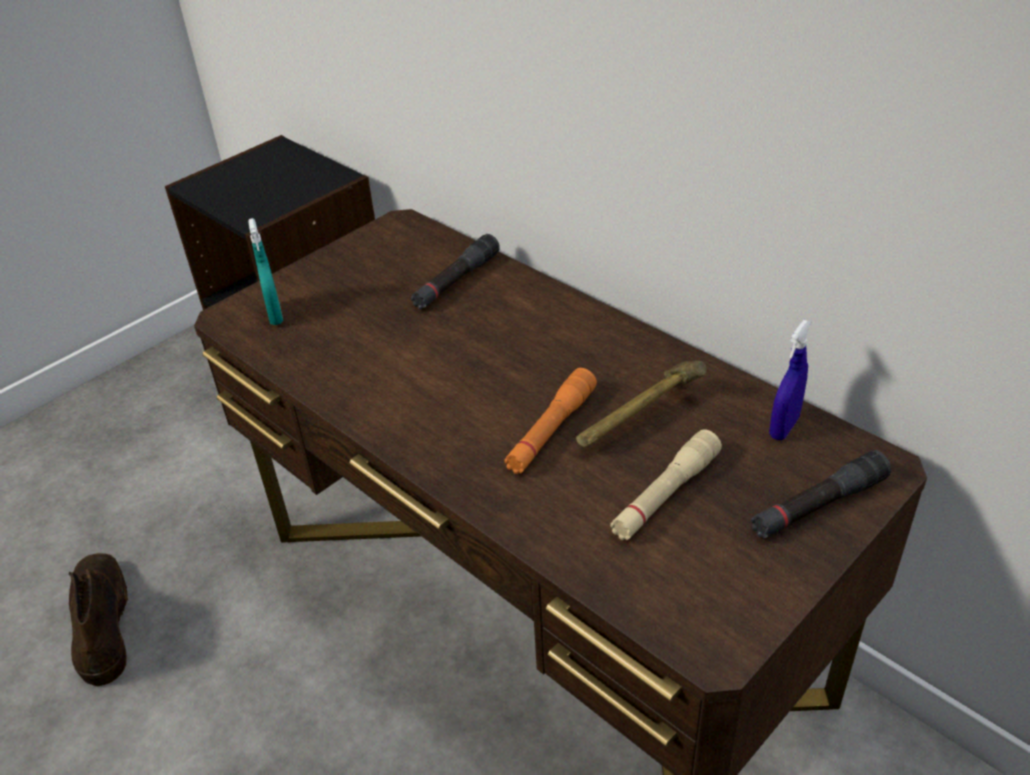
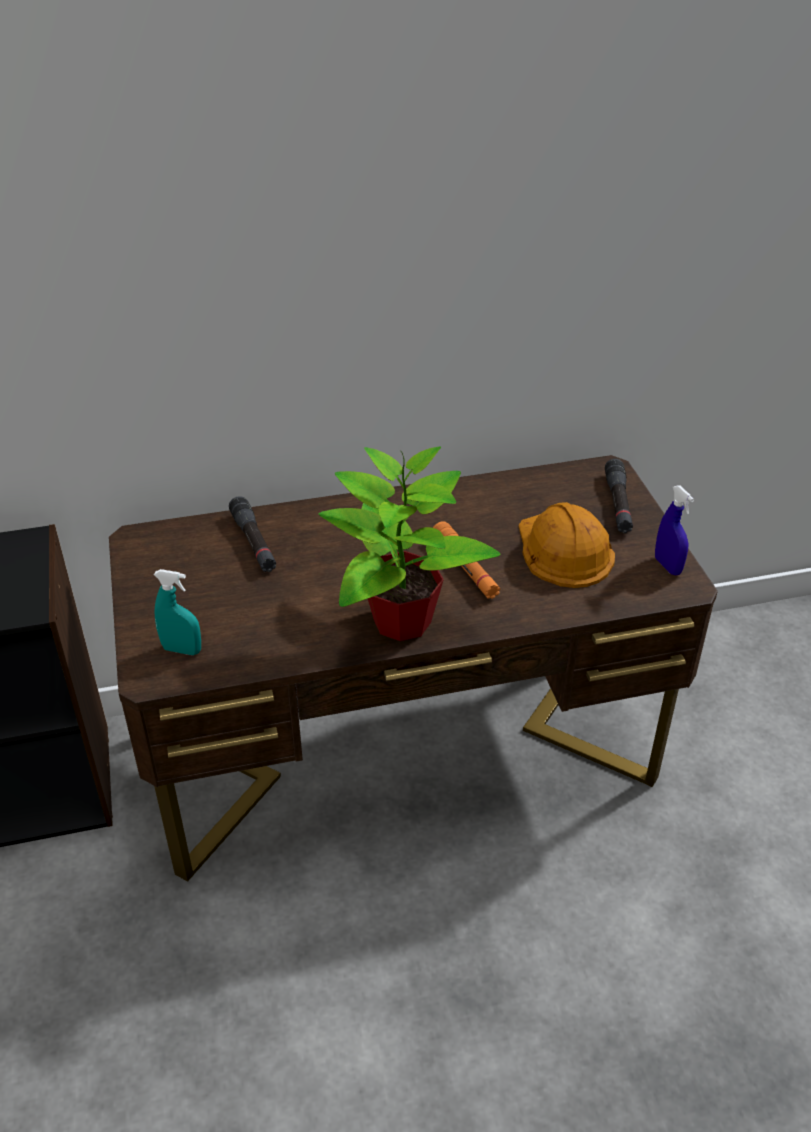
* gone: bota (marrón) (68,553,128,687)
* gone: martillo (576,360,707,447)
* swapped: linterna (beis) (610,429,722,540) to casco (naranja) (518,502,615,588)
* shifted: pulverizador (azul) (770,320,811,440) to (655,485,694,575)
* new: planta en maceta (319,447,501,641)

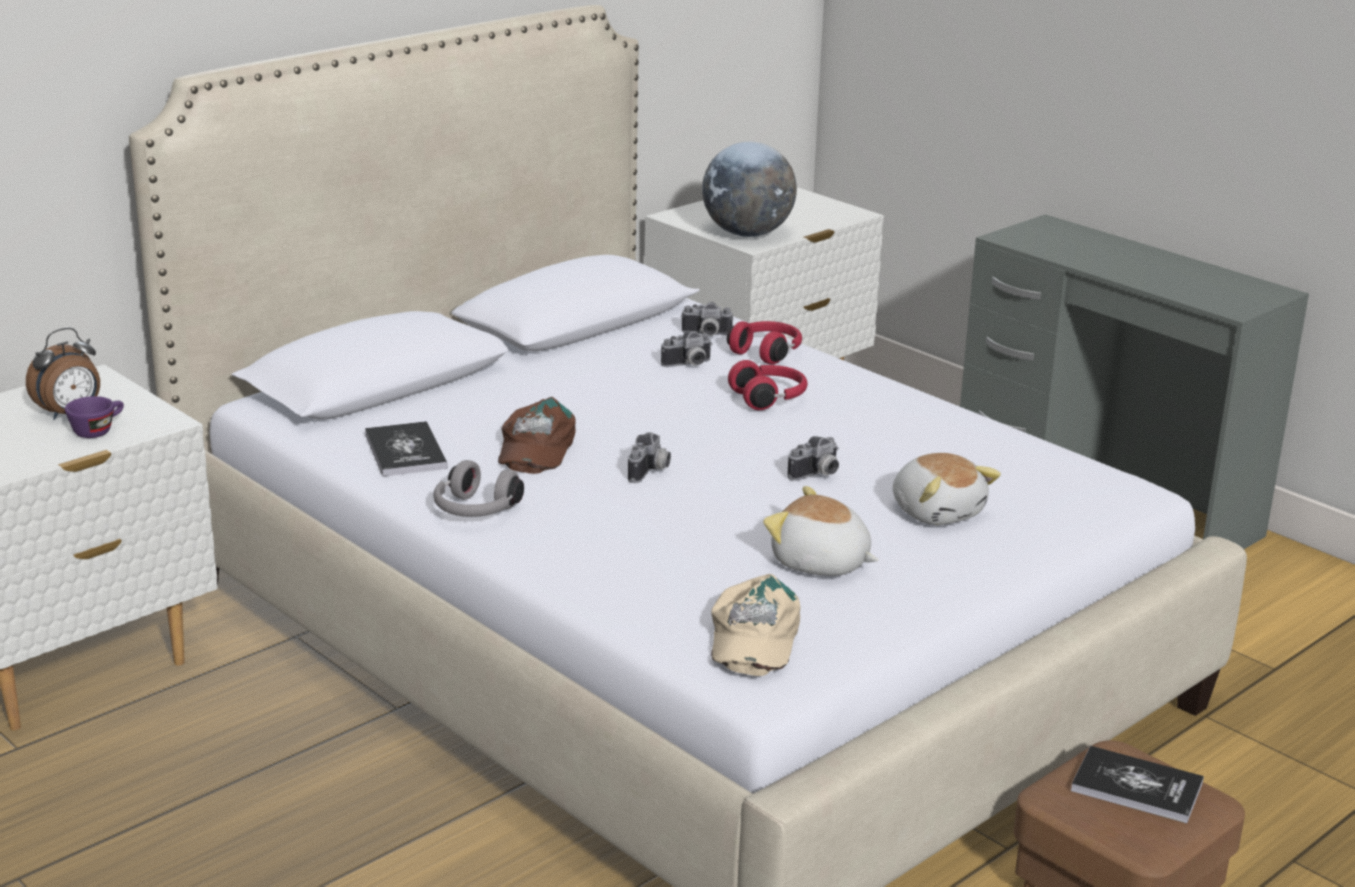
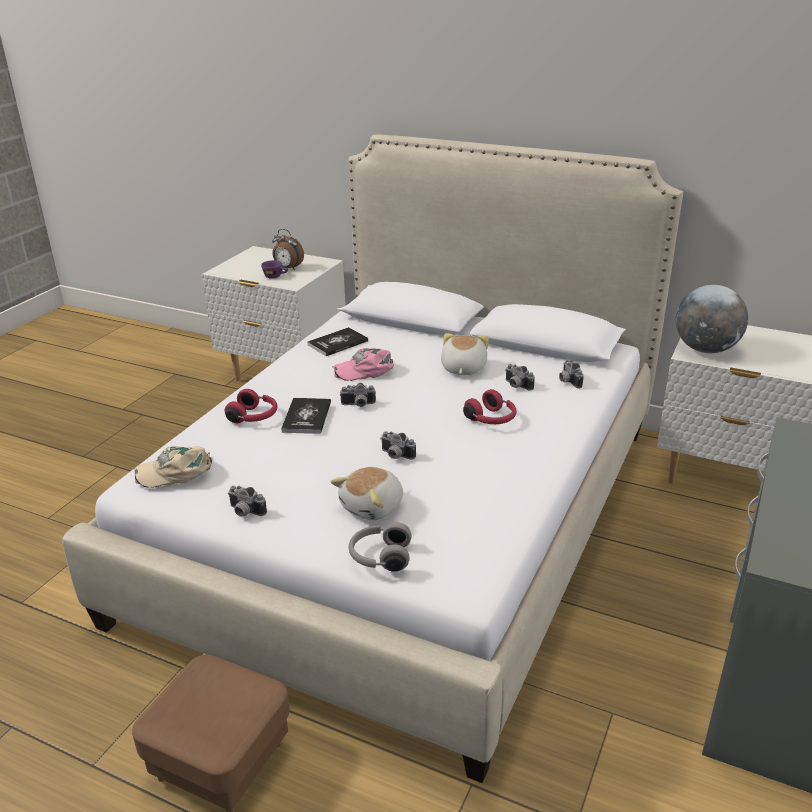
* shifted: auriculares (gris) (433,460,524,517) to (349,522,412,572)
* repainted: gorra (marrón) (498,397,576,474) to gorra (rosa) (333,348,394,381)
* shifted: auriculares (rojo) (727,321,802,365) to (225,389,277,423)
* shifted: peluche (763,486,878,576) to (441,333,489,375)
* shifted: libro (1071,746,1204,823) to (281,398,331,434)
* new: cámara (228,486,267,517)

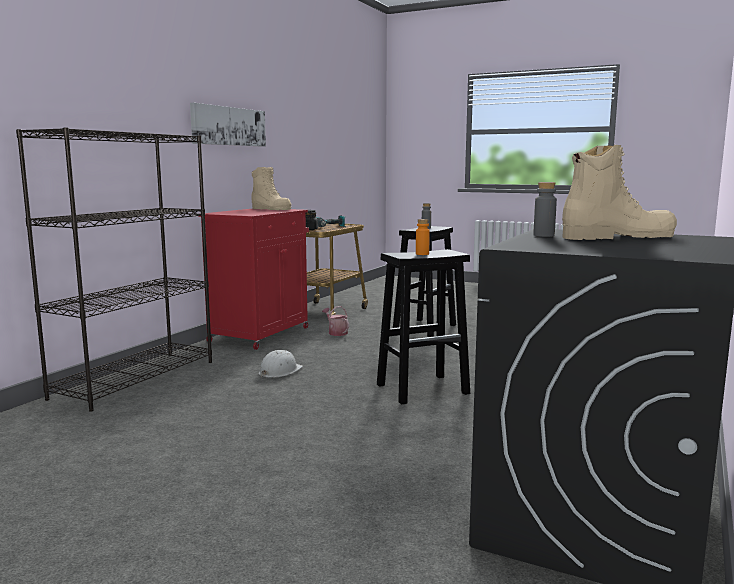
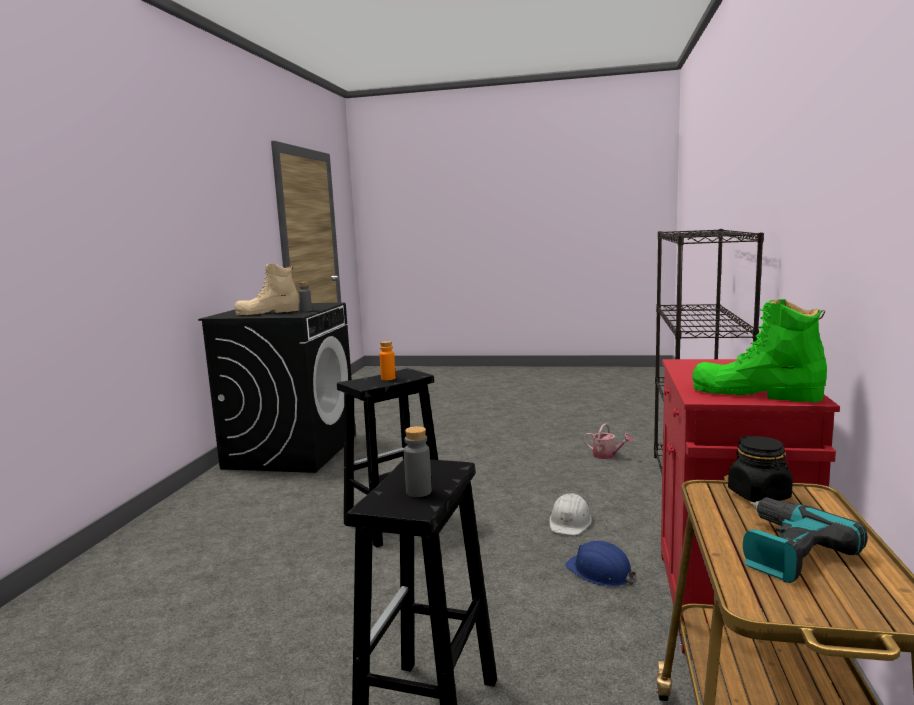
* gone: cuadro (190,103,266,147)
* repainted: bota (beis) (251,167,291,210) to bota (verde) (692,299,827,402)
* shifted: regadera (322,306,349,336) to (584,424,633,459)
* new: casco (azul) (565,541,637,587)

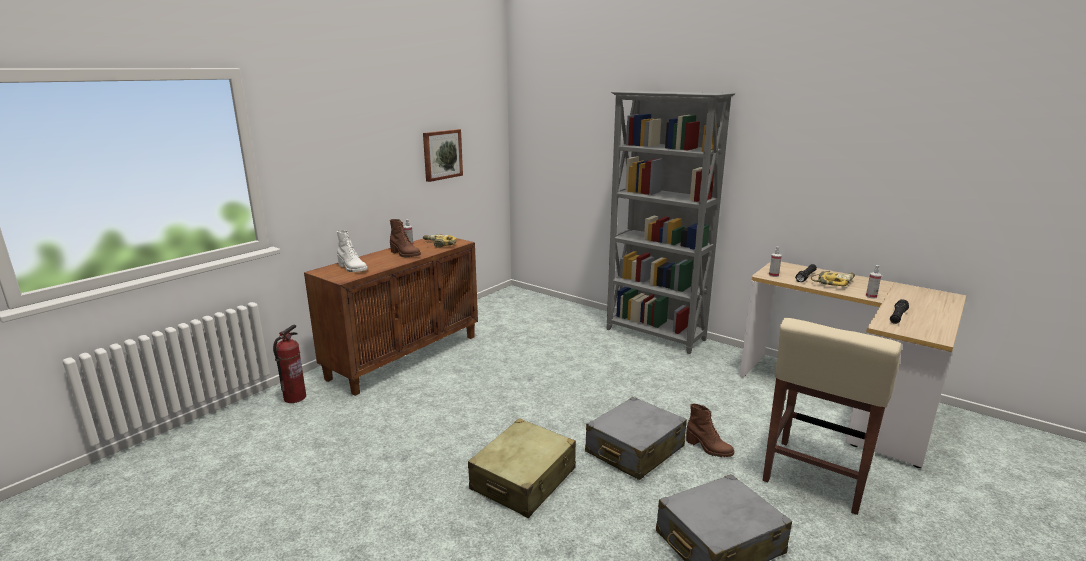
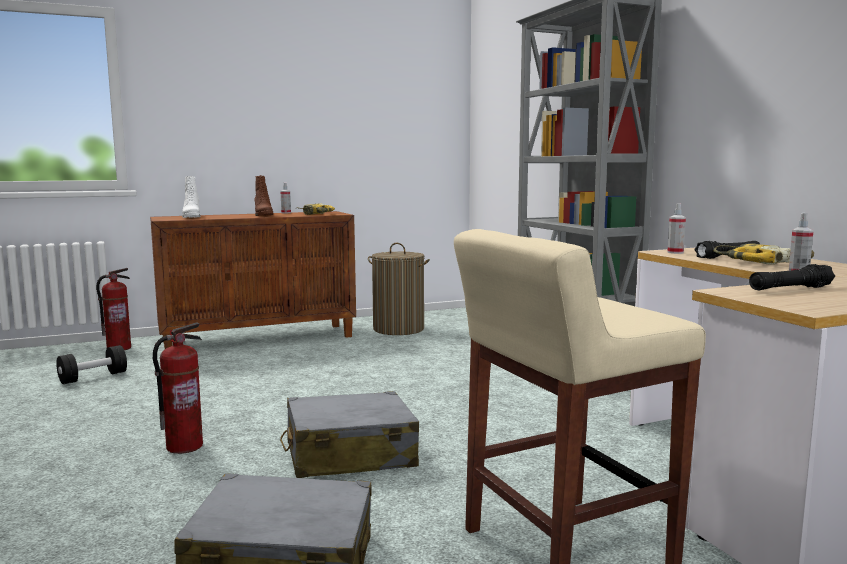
* gone: cuadro (423,129,463,182)
* swapped: maleta (beis) (468,419,576,518) to extintor (153,323,203,454)
* gone: bota (marrón) (686,404,734,457)
* new: mancuerna (negro) (56,345,127,384)
* new: cesto de la ropa (368,243,430,335)

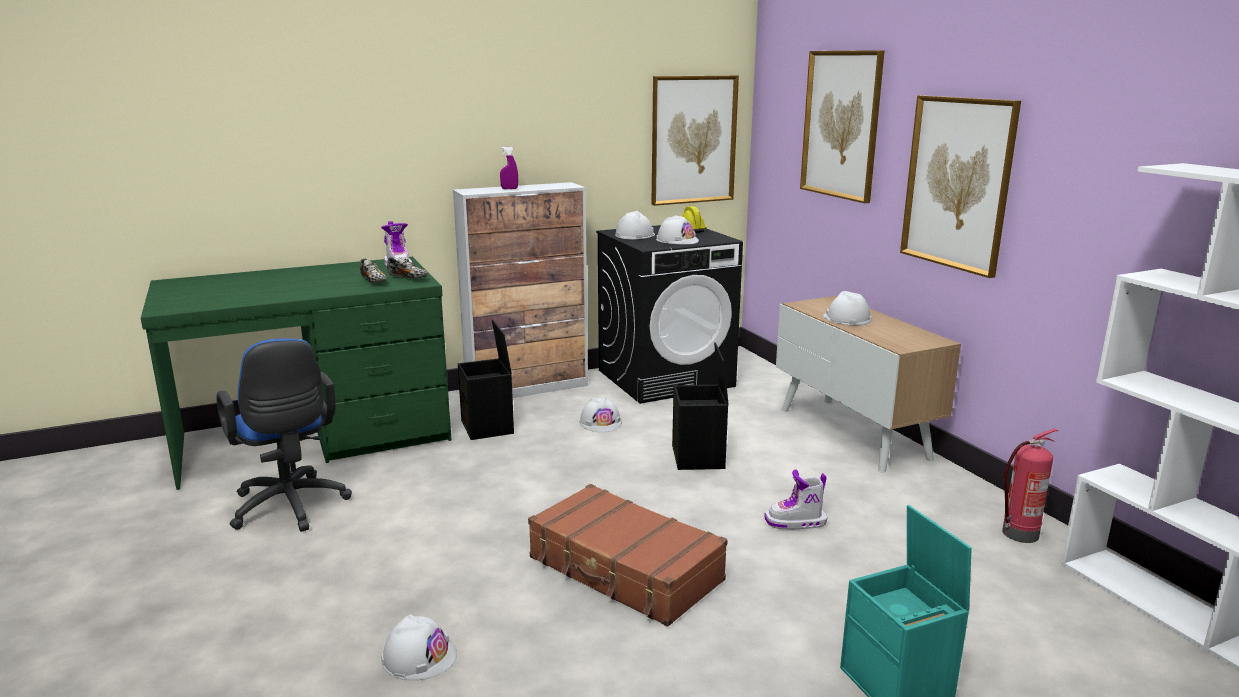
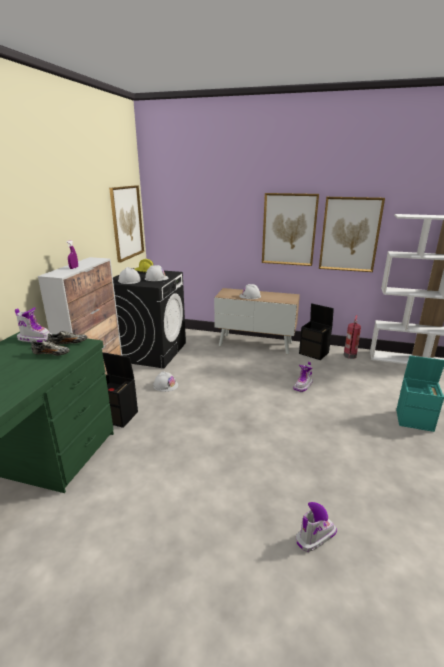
* gone: silla de oficina (azul) (217,339,352,532)
* swapped: casco (blanco) (381,614,457,680) to bota (296,502,337,552)
* gone: maleta (marrón) (528,484,728,627)
* shifted: caja de almacenaje (negro) (672,342,728,470) to (299,303,334,360)
* shifted: cuadro (800,50,885,203) to (319,197,385,272)

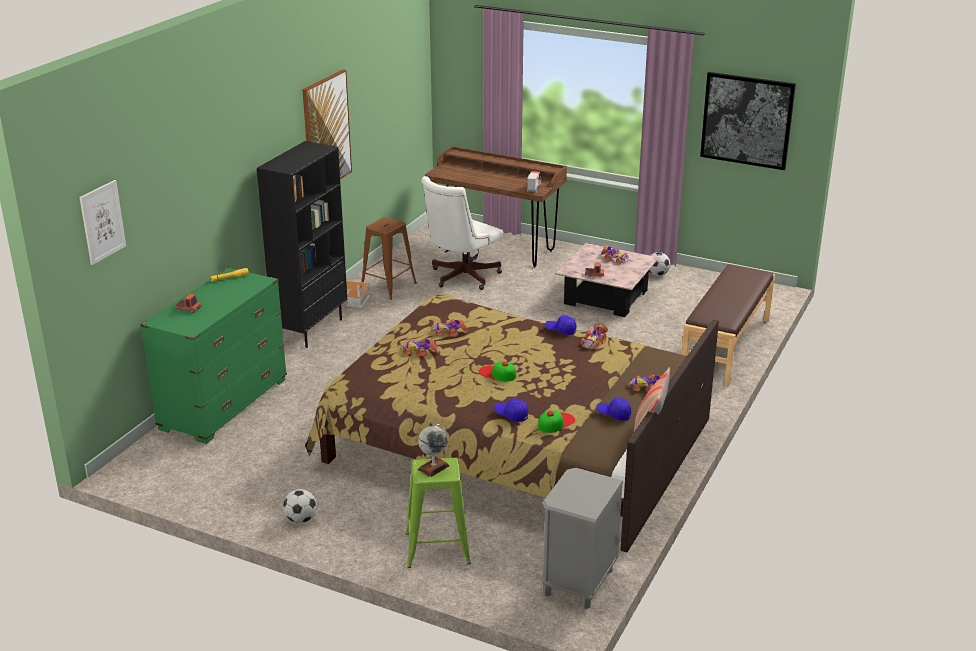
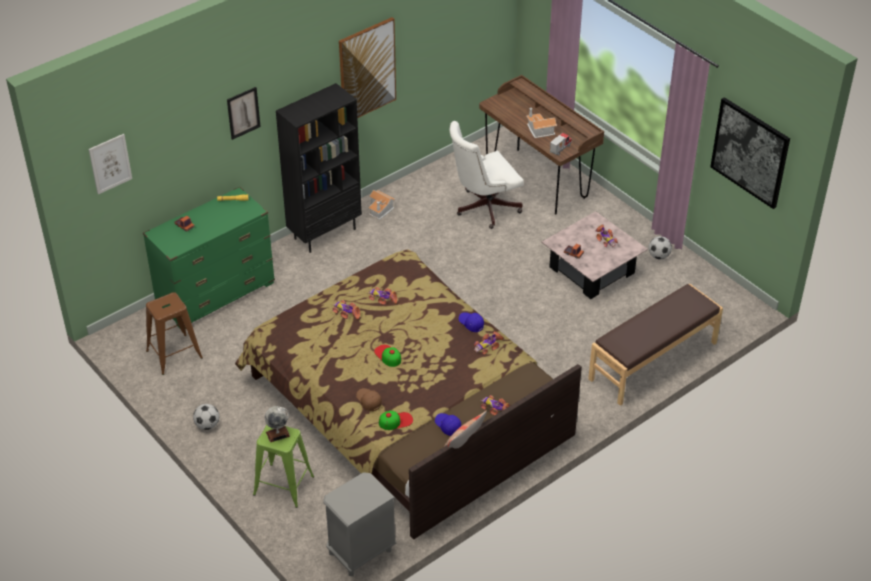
* shifted: taburete (marrón) (361,217,417,300) to (146,292,203,375)
* repainted: gorra (azul) (494,398,528,422) to gorra (marrón) (356,388,382,411)
* new: cuadro (227,87,261,140)
* new: casita (526,108,557,138)

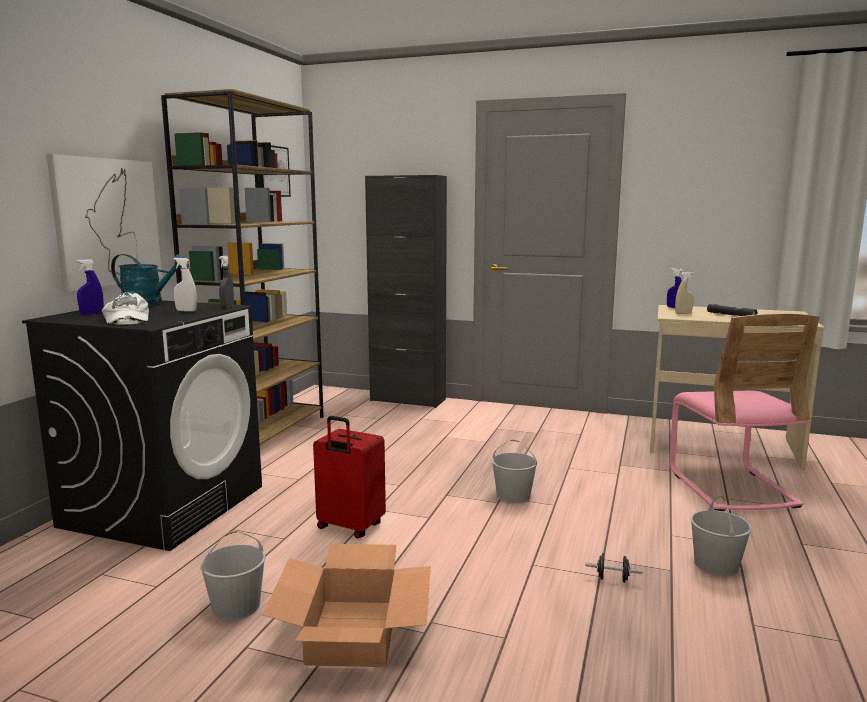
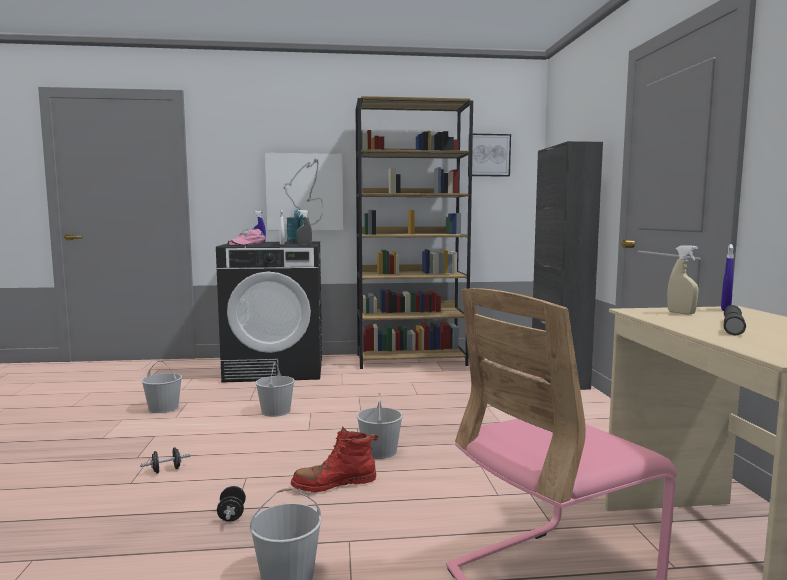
* repainted: gorra (blanco) (102,291,149,325) to gorra (rosa) (228,229,265,245)
* gone: caja de cartón (262,544,431,667)
* swapped: maleta (rojo) (313,416,386,538) to cubo (blanco) (256,362,294,417)
* new: mancuerna (negro) (140,447,191,474)
* new: bota (rojo) (291,426,378,492)

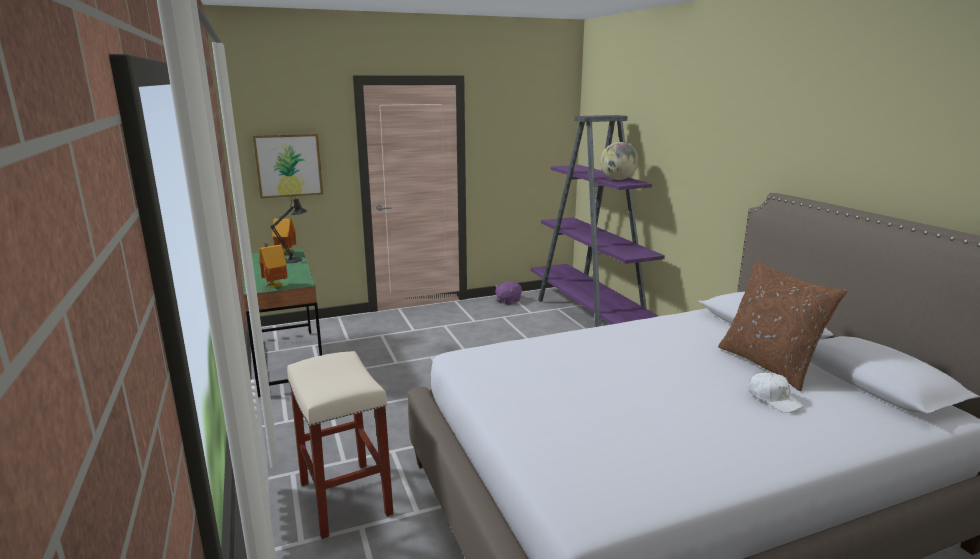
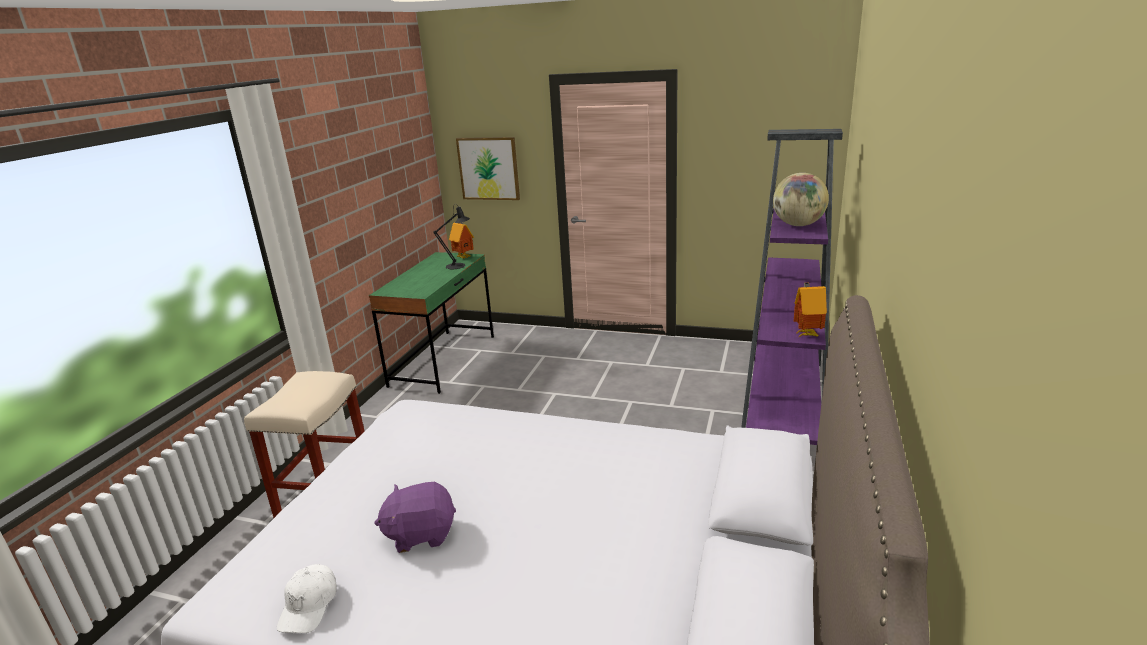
* shifted: casita (259,243,288,289) to (793,283,827,337)
* shifted: peluche (morado) (495,281,522,305) to (374,482,456,553)
* gone: cojín (marrón) (718,261,847,391)
* shifted: gorra (blanco) (749,373,804,413) to (277,564,337,633)

